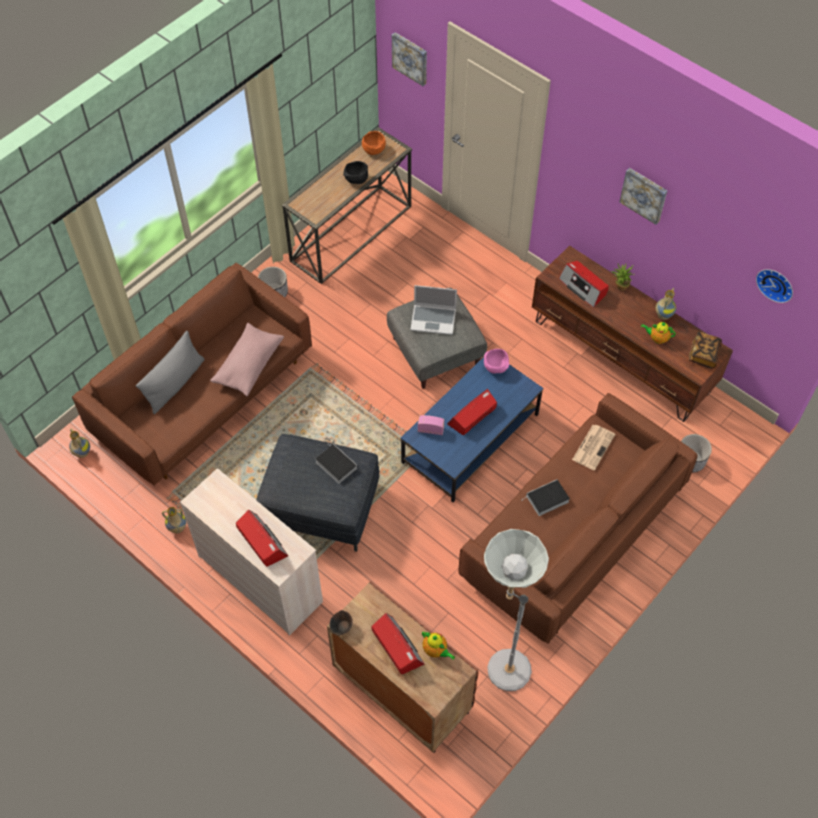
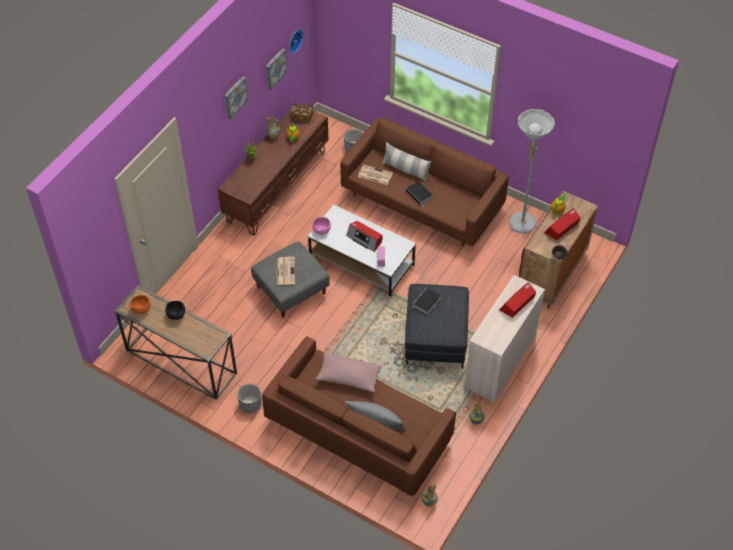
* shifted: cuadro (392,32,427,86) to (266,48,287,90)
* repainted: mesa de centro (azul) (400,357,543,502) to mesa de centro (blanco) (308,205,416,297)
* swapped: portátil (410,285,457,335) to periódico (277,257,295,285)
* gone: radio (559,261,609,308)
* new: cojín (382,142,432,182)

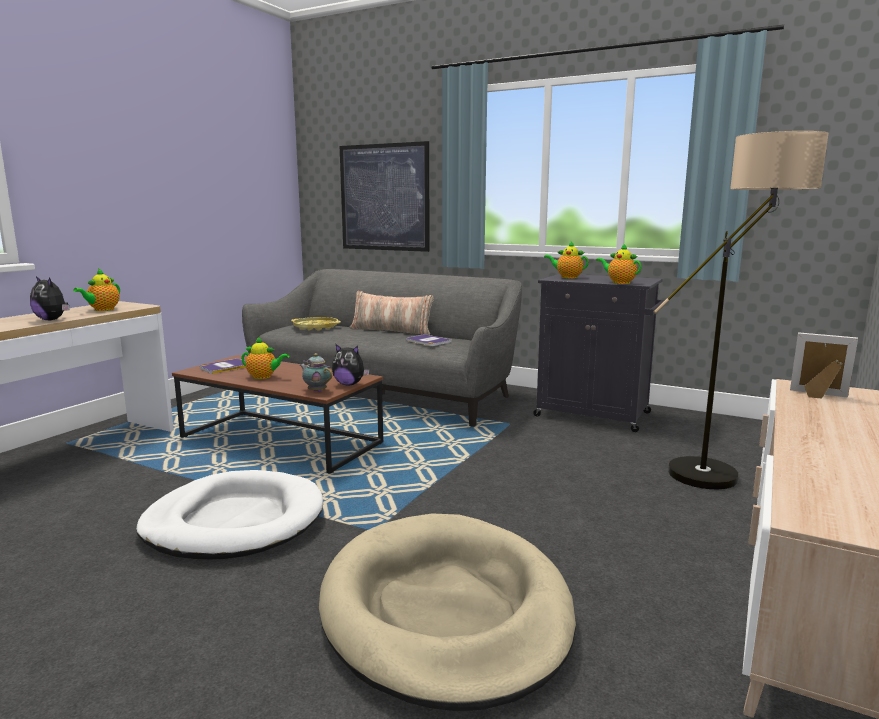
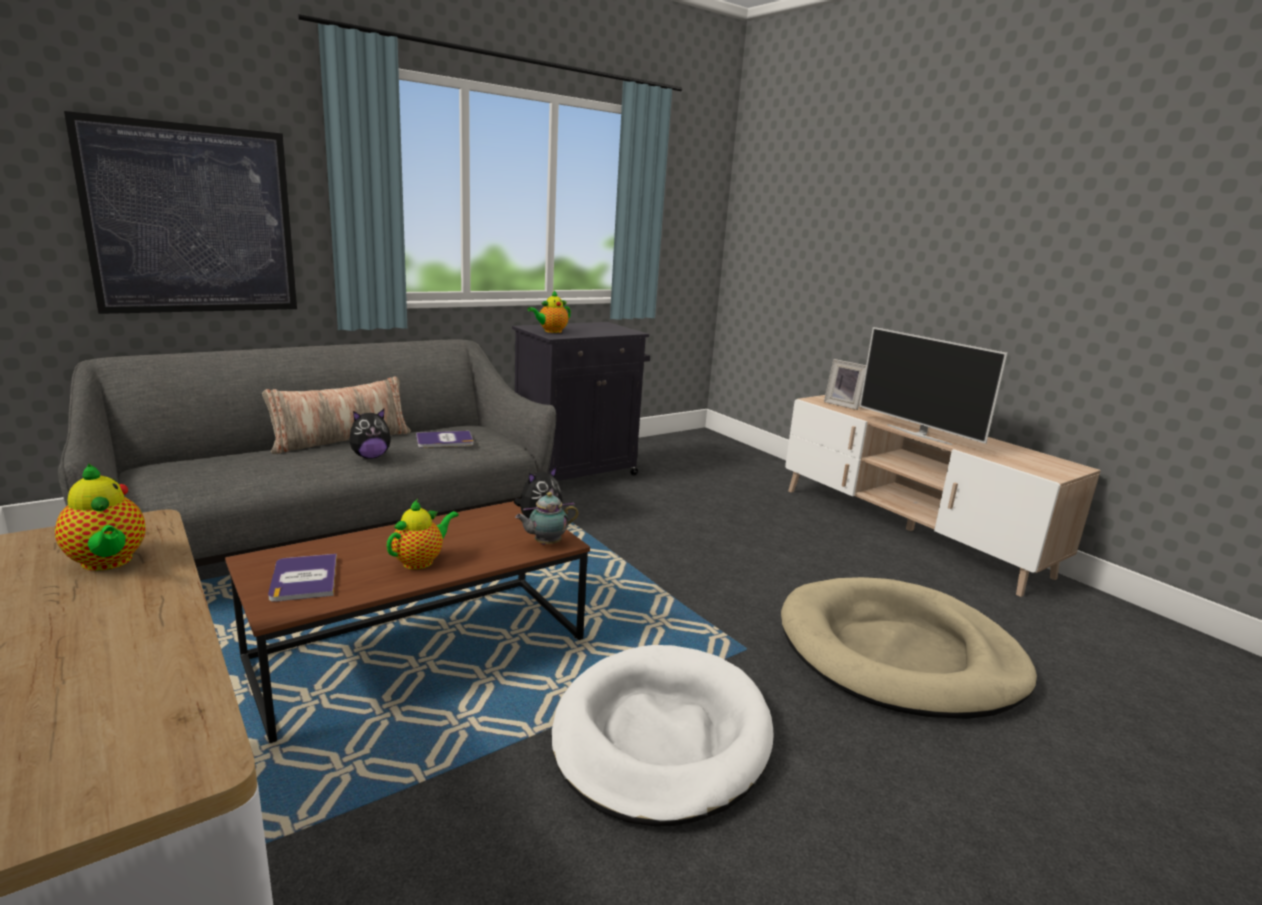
* shifted: peluche (30,276,70,320) to (349,409,391,459)
* gone: bandeja (amarillo) (291,317,341,331)
* gone: tetera (596,243,642,284)
* gone: lámpara de pie (654,131,829,490)
* rotated: portarretratos (790,332,858,398) = (824,359,866,410) 105 degrees counterclockwise
* new: televisor (859,327,1008,445)

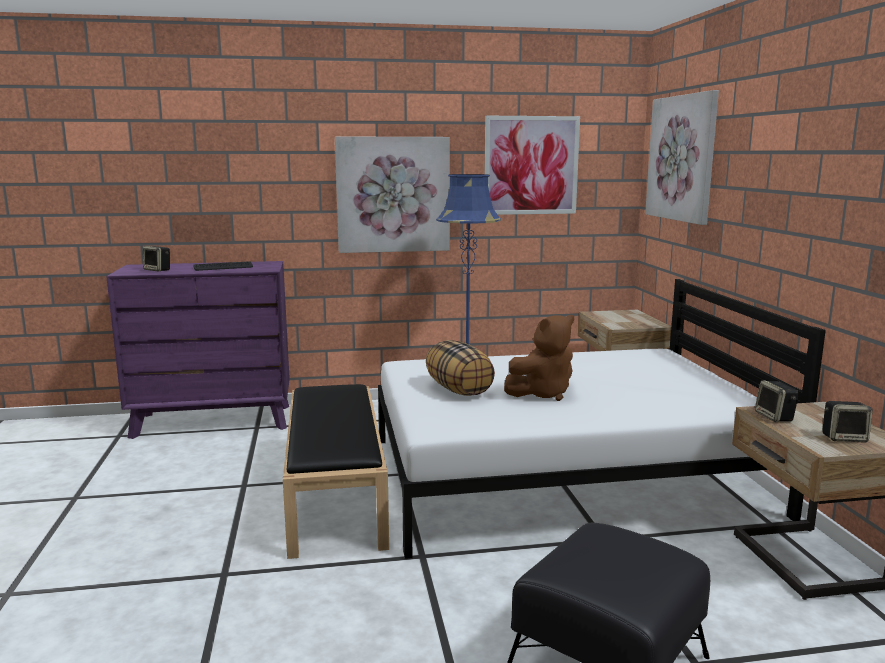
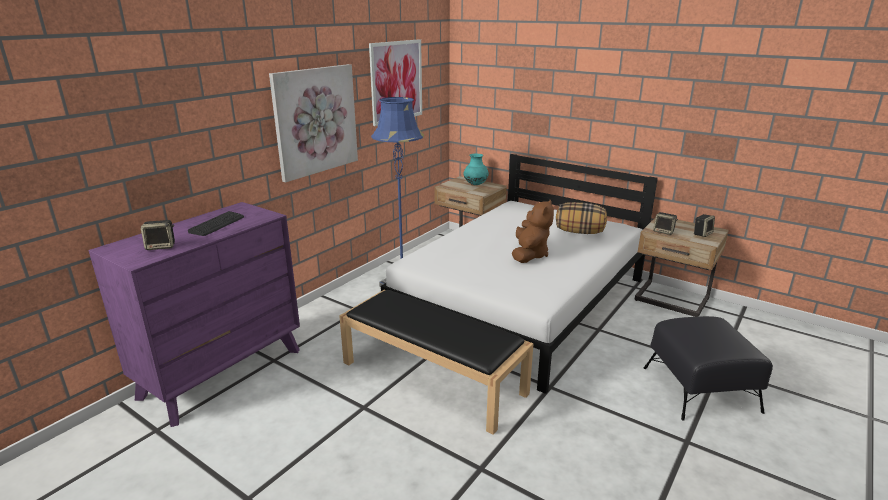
* shifted: cojín (426,340,495,396) to (556,202,607,234)
* gone: cuadro (645,90,719,225)
* new: florero (turquesa) (464,154,489,185)

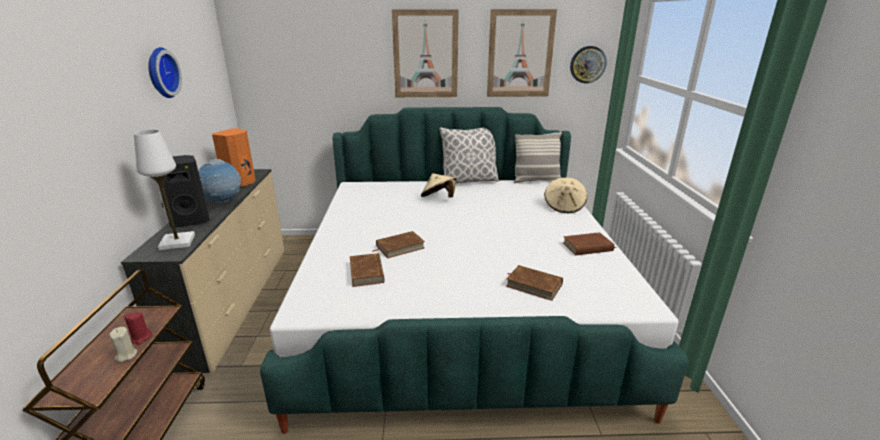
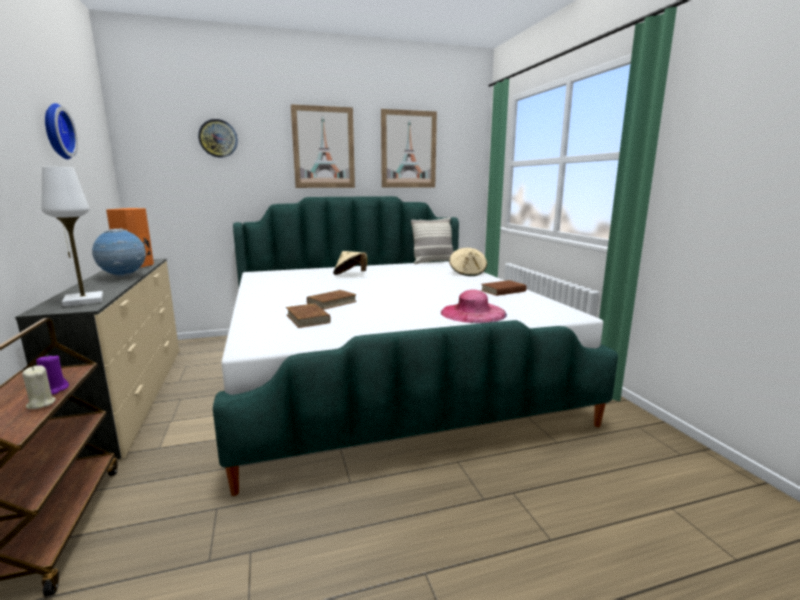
* repainted: vela (rojo) (124,312,152,344) to vela (morado) (36,354,69,394)
* gone: altavoz (negro) (159,155,210,228)
* gone: cojín (439,127,499,184)
* swapped: libro (marrón) (506,265,563,301) to sombrero (rosa) (441,290,507,323)
* shifted: reloj de pared (570,46,607,83) to (198,119,238,158)

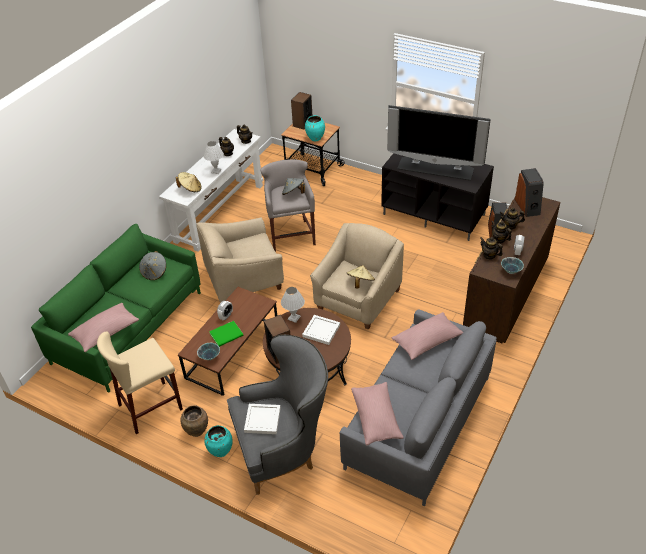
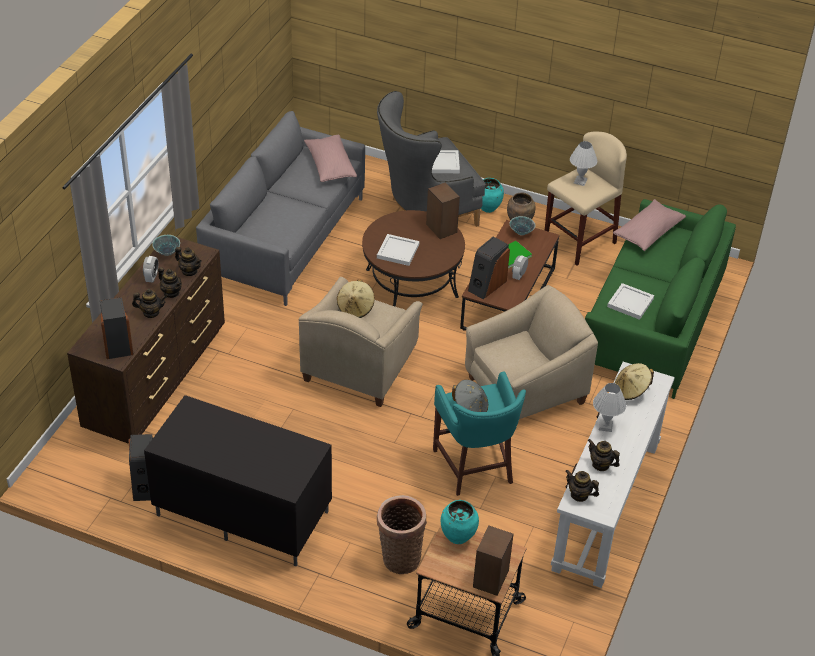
* swapped: sombrero (gris) (139,251,166,280) to bandeja (blanco) (607,283,654,320)
* repainted: taburete (gris) (260,159,316,251) to taburete (turquesa) (433,372,526,496)
* shifted: lámpara de mesa (blanco) (281,287,305,323) to (570,141,597,186)
* gone: televisor (387,105,491,180)
* gone: cojín (rosa) (391,312,463,360)
* new: cesta (377,495,427,574)
* new: altavoz (468,237,510,299)

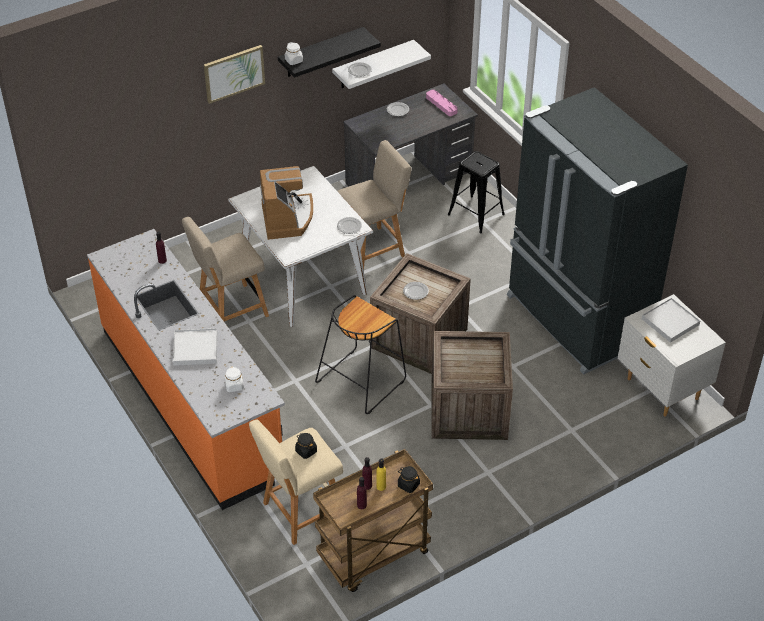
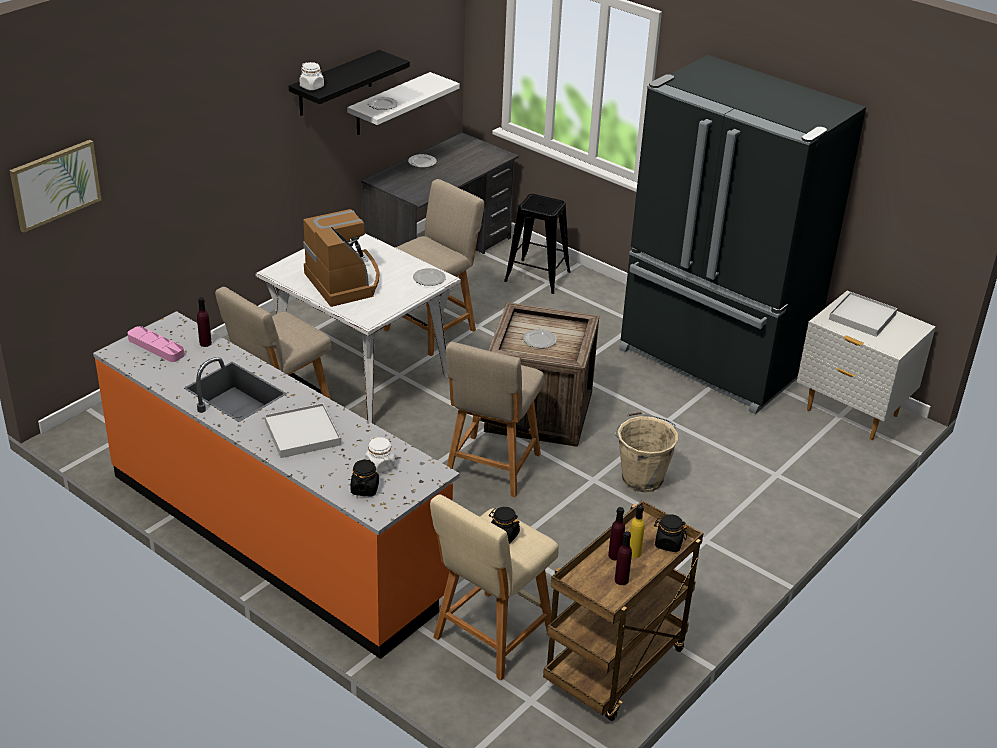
* shifted: cuadro (204,45,265,104) to (9,140,102,233)
* swapped: taburete (negro) (315,295,406,414) to silla (beis) (446,342,544,497)
* shifted: bandeja (rosa) (426,90,458,116) to (128,326,184,362)
* swapped: caja de embalaje (432,331,513,440) to cubo (beis) (615,412,678,492)
* new: tarro (negro) (350,459,379,496)

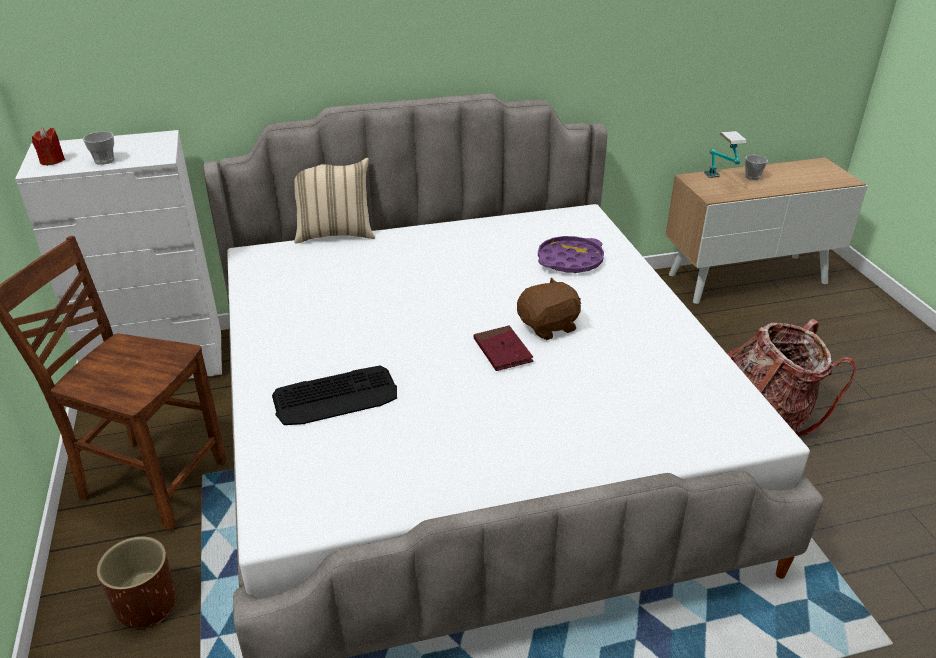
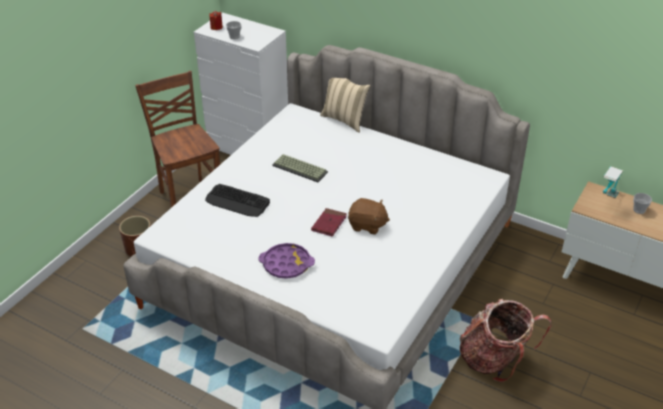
* shifted: bandeja (morado) (538,236,604,273) to (259,243,315,279)
* new: teclado (272,154,328,182)

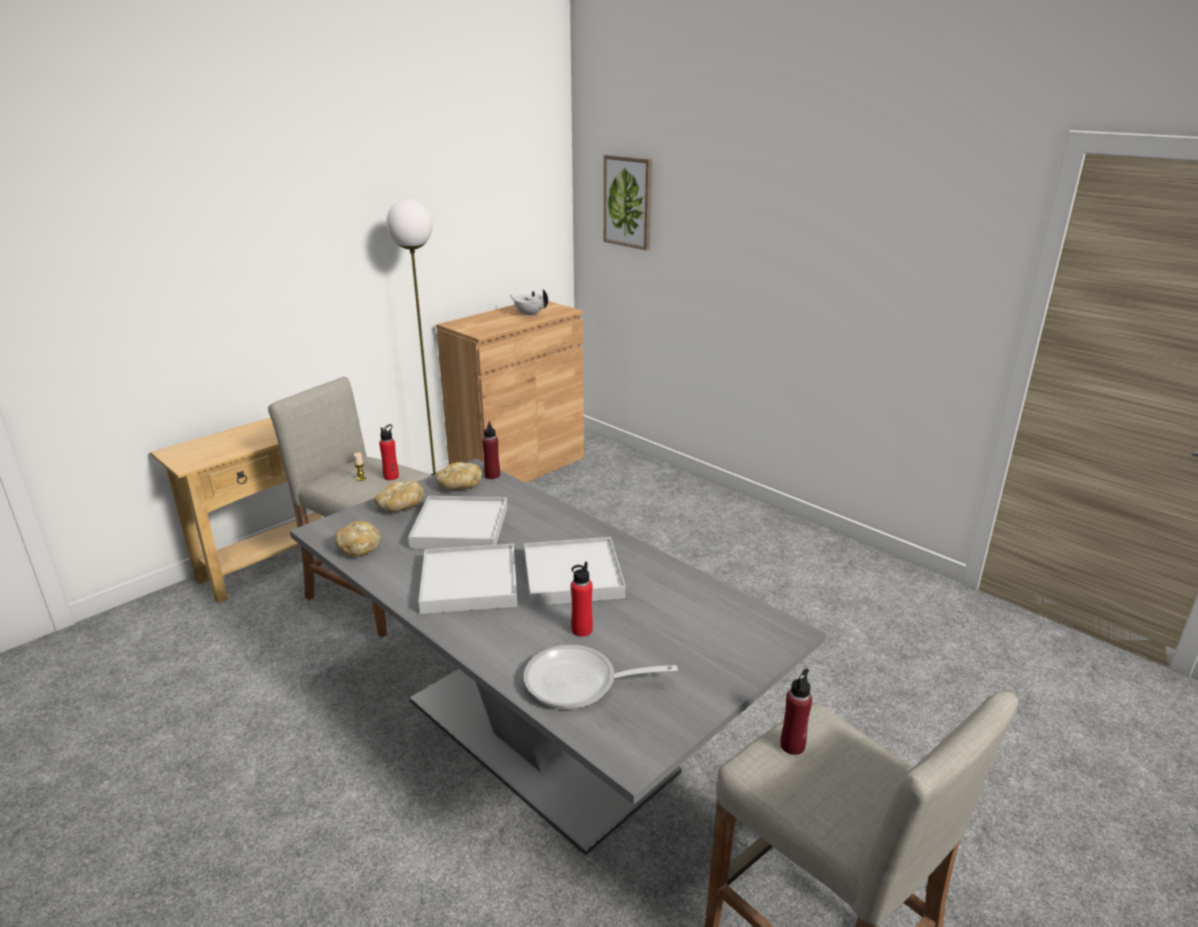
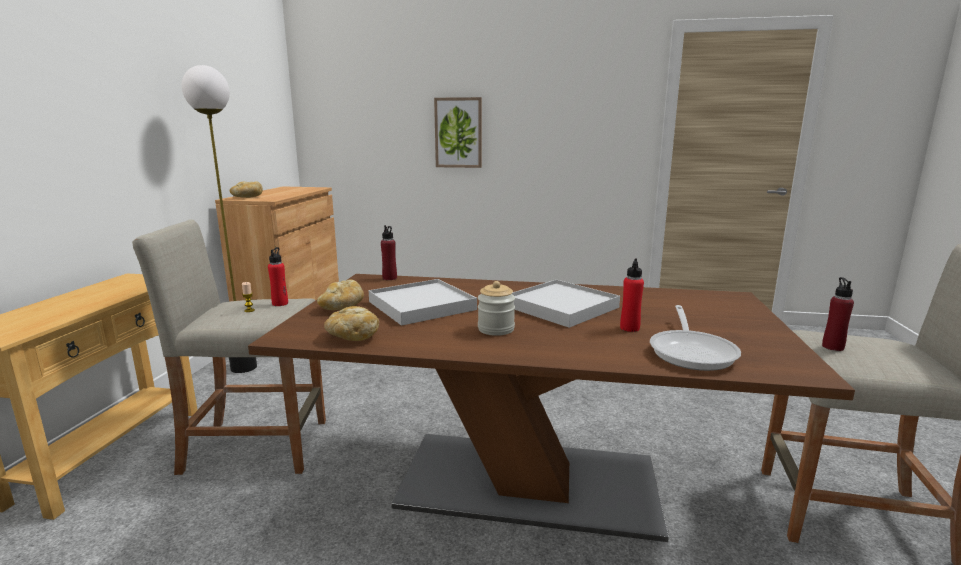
* repainted: mesa de comedor (gris) (290,458,826,855) to mesa de comedor (marrón) (248,274,855,542)
* swapped: bandeja (blanco) (419,544,517,614) to tarro (478,281,515,336)
* shifted: pan (435,462,482,490) to (230,181,263,198)
* gone: tetera (blanco) (509,289,548,317)
* rotated: sartén (524,645,678,709) = (650,305,741,371) 45 degrees counterclockwise
* shifted: cuadro (604,155,652,250) to (434,97,482,168)

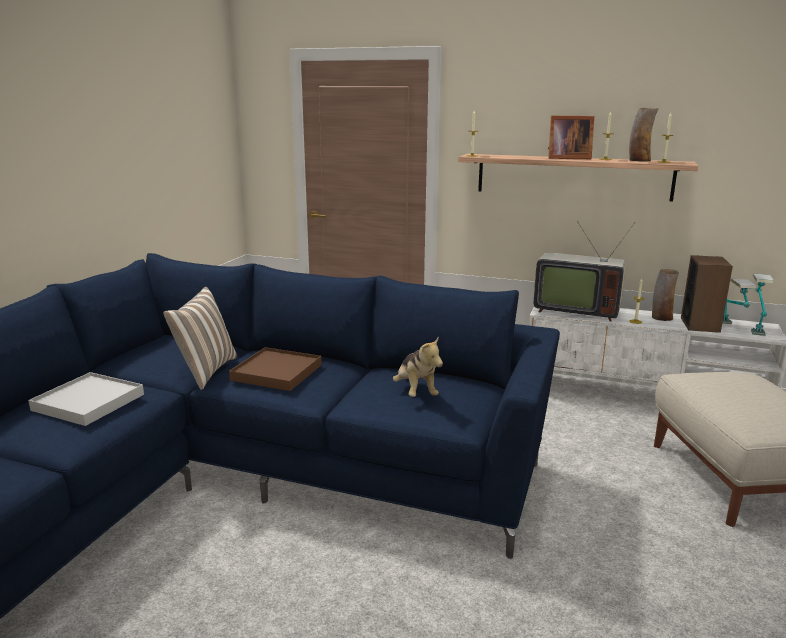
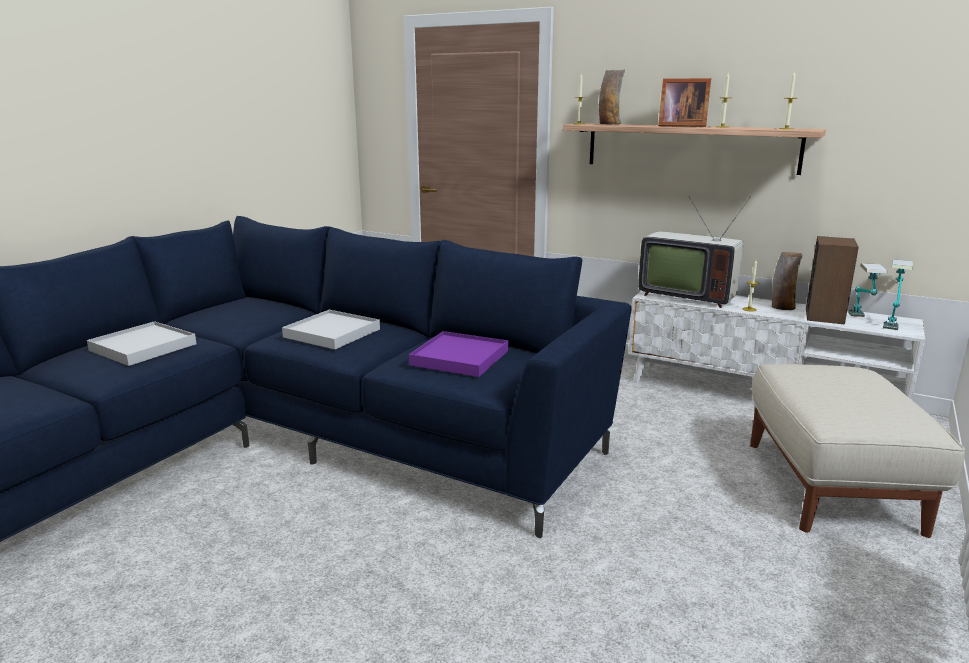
* gone: cojín (163,287,237,390)
* repainted: bandeja (marrón) (229,347,322,391) to bandeja (blanco) (282,310,380,349)
* swapped: peluche (393,336,443,397) to bandeja (morado) (409,331,508,377)
* shifted: florero (629,108,659,162) to (599,69,625,124)

